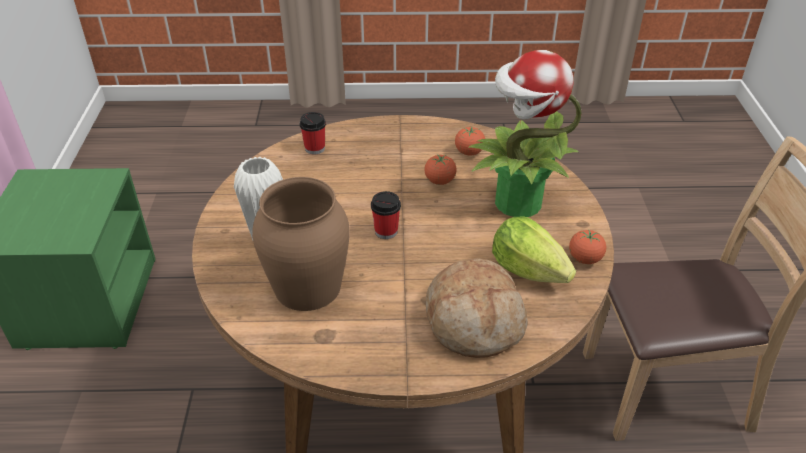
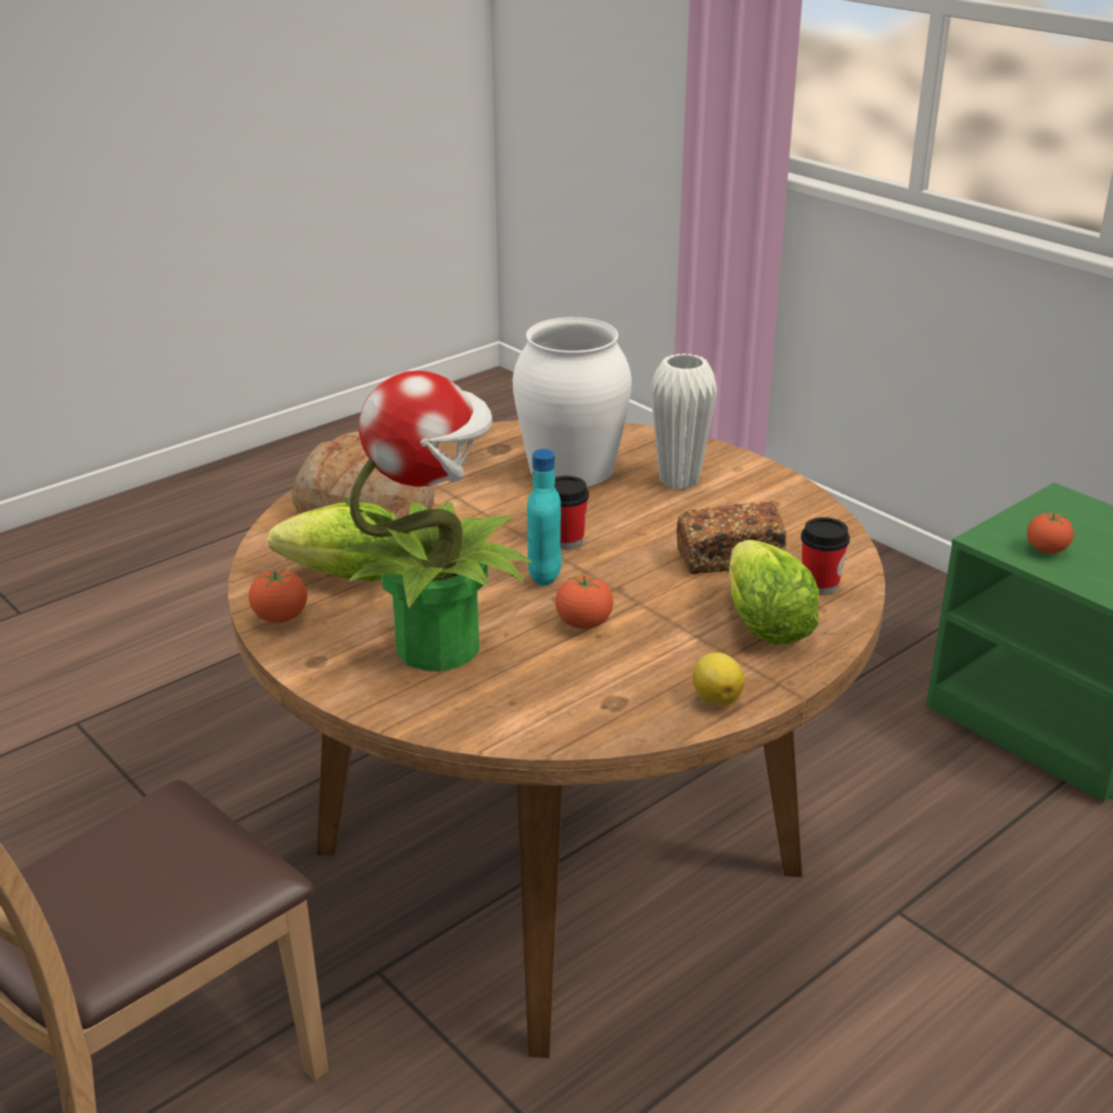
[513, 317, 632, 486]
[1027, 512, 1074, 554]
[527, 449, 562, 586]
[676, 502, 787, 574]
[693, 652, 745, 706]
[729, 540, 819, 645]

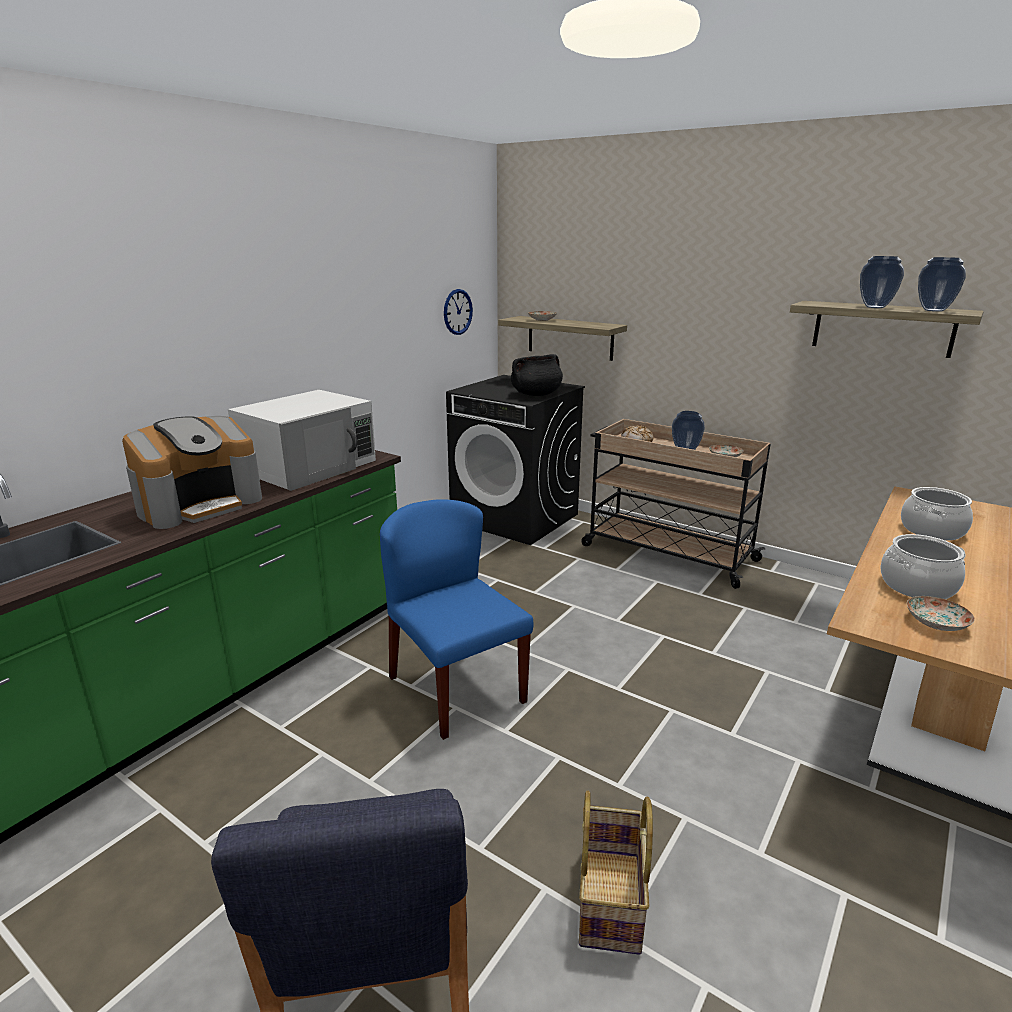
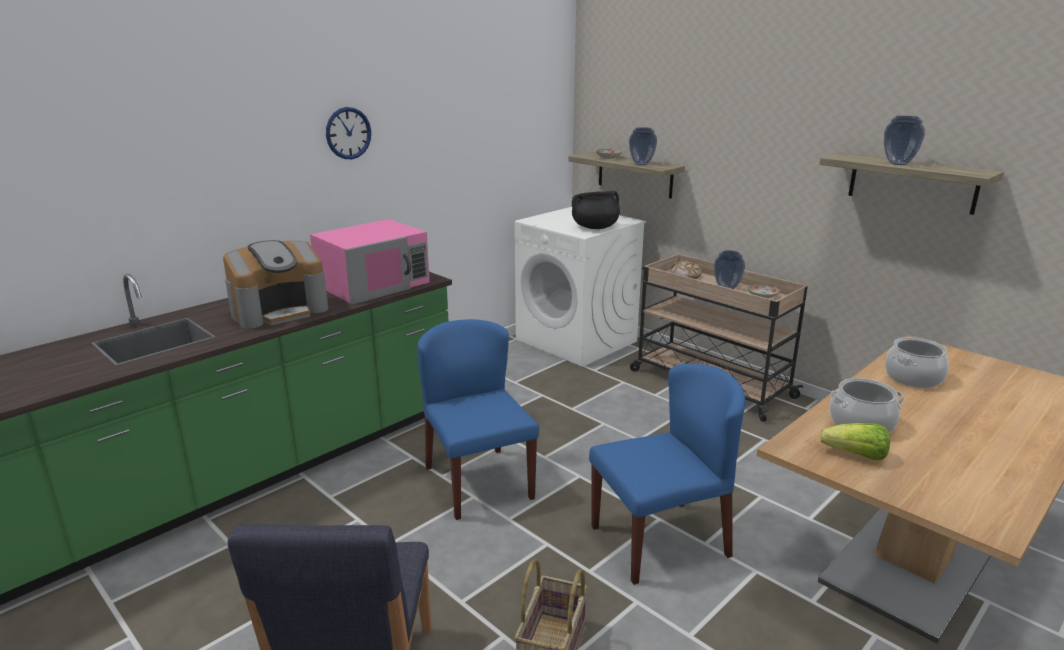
[310, 219, 430, 304]
[326, 107, 371, 159]
[515, 207, 646, 367]
[820, 423, 890, 460]
[629, 127, 657, 165]
[589, 363, 745, 585]

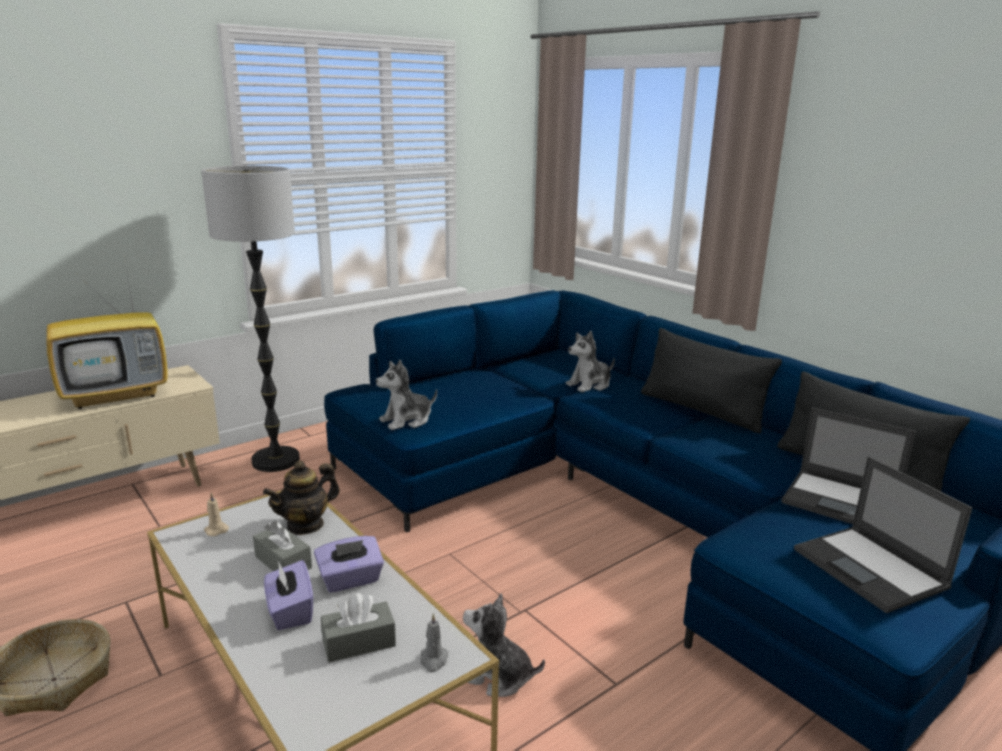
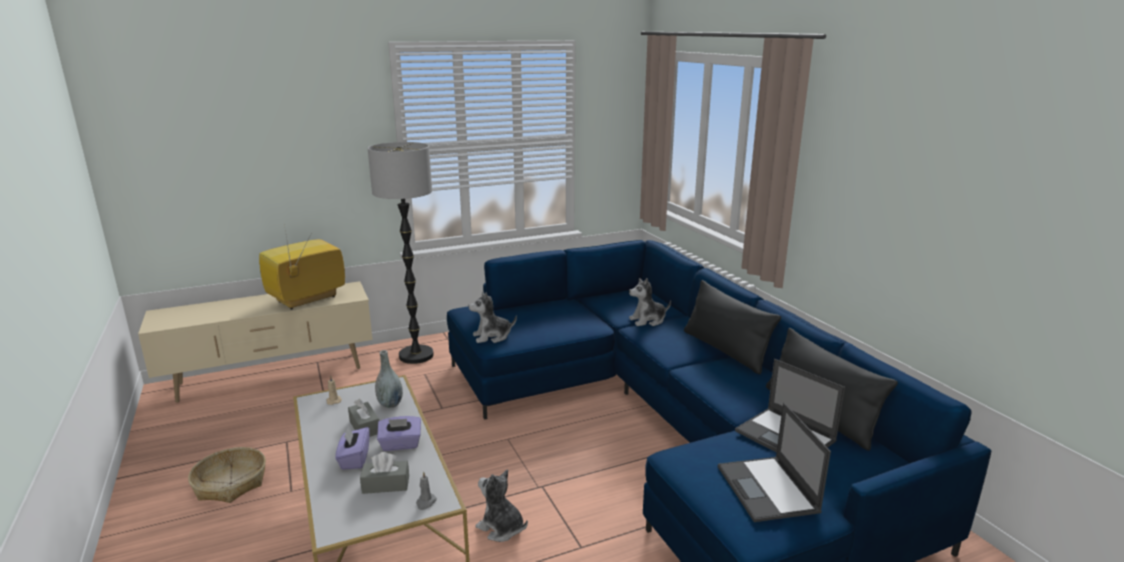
[259, 224, 345, 310]
[375, 350, 403, 408]

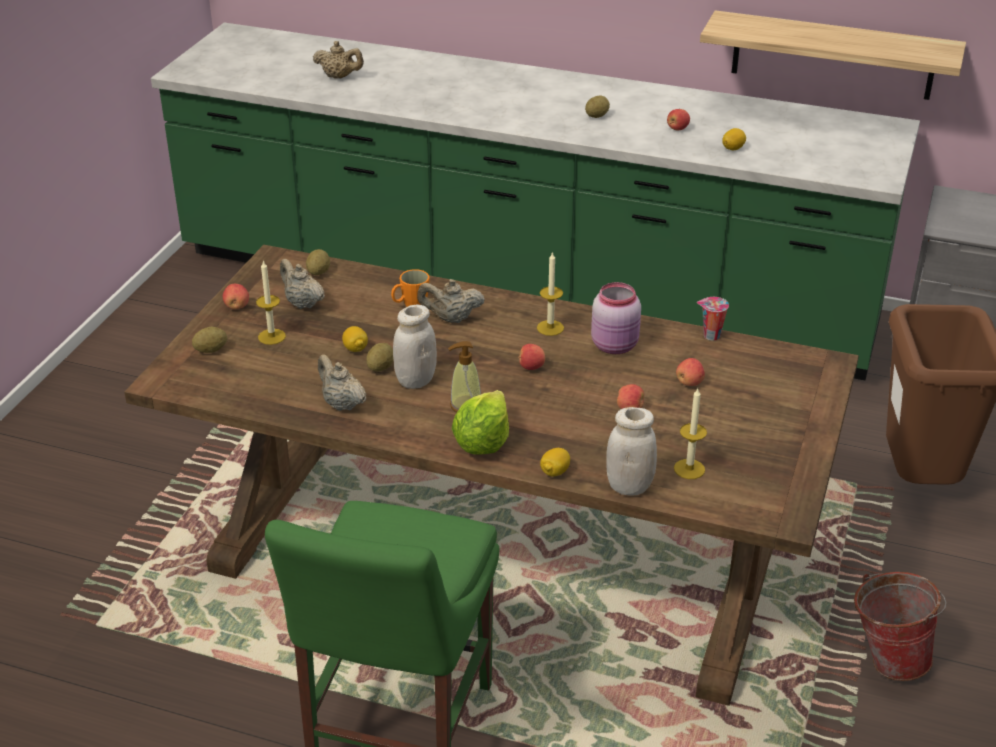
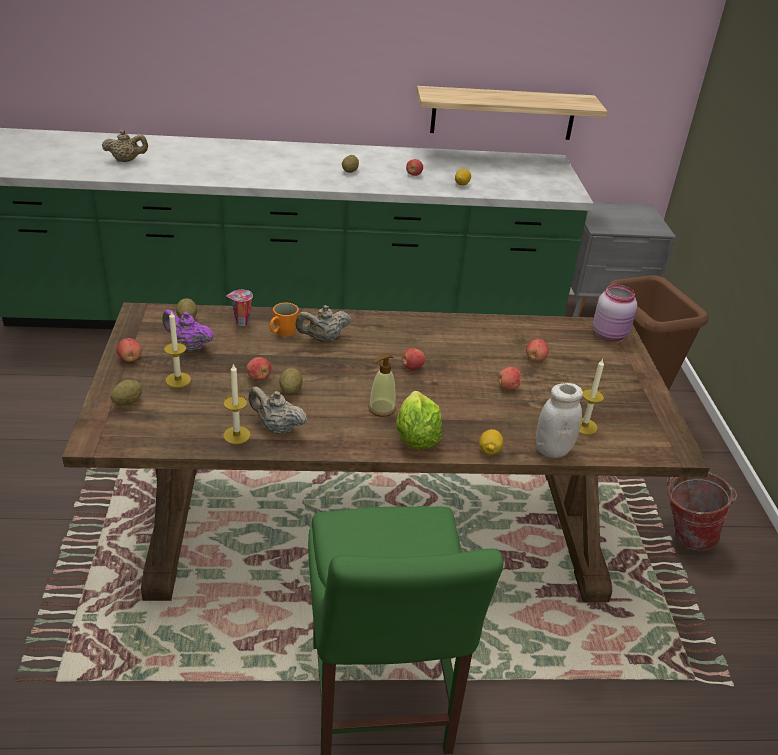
[162, 309, 214, 352]
[247, 357, 271, 381]
[393, 305, 437, 389] (first image)
[223, 364, 251, 444]
[593, 284, 637, 341]
[226, 290, 253, 326]

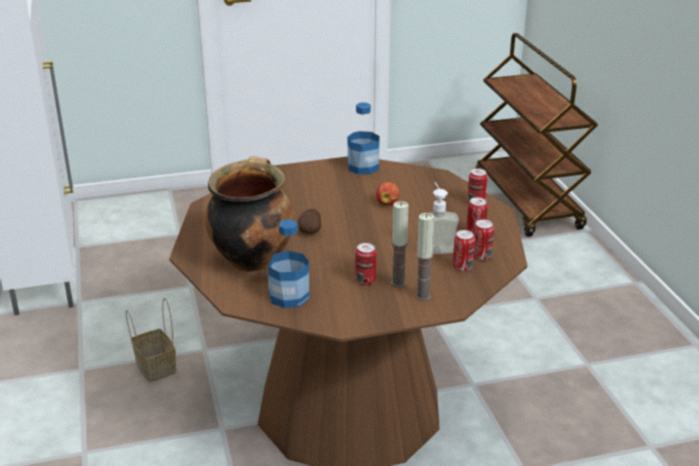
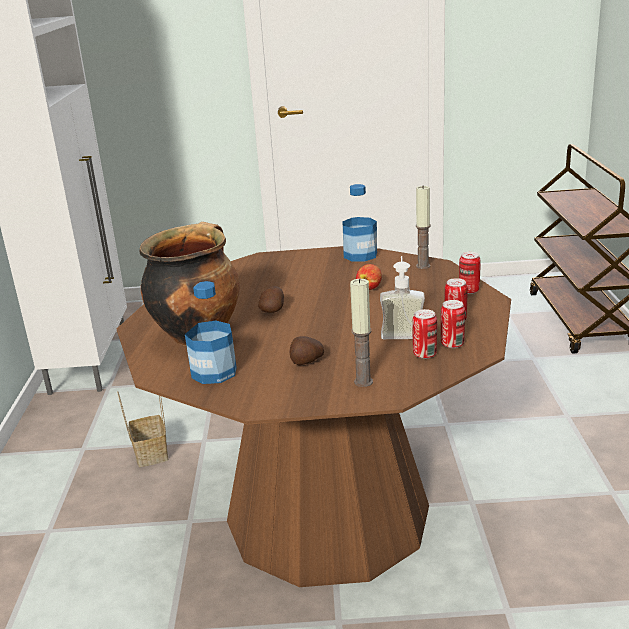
[289, 336, 324, 365]
[416, 185, 431, 269]

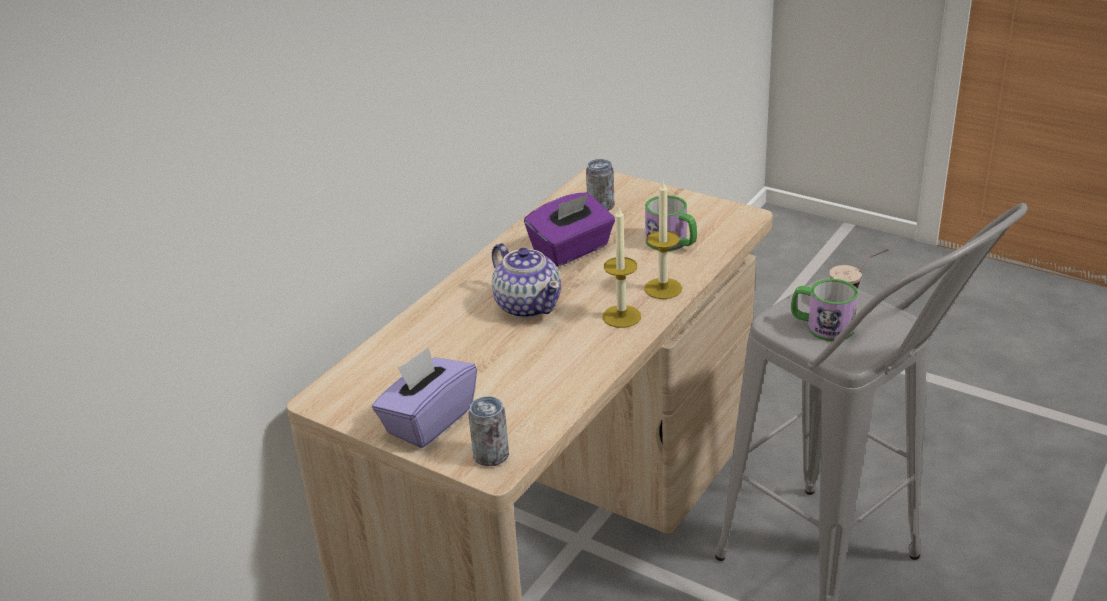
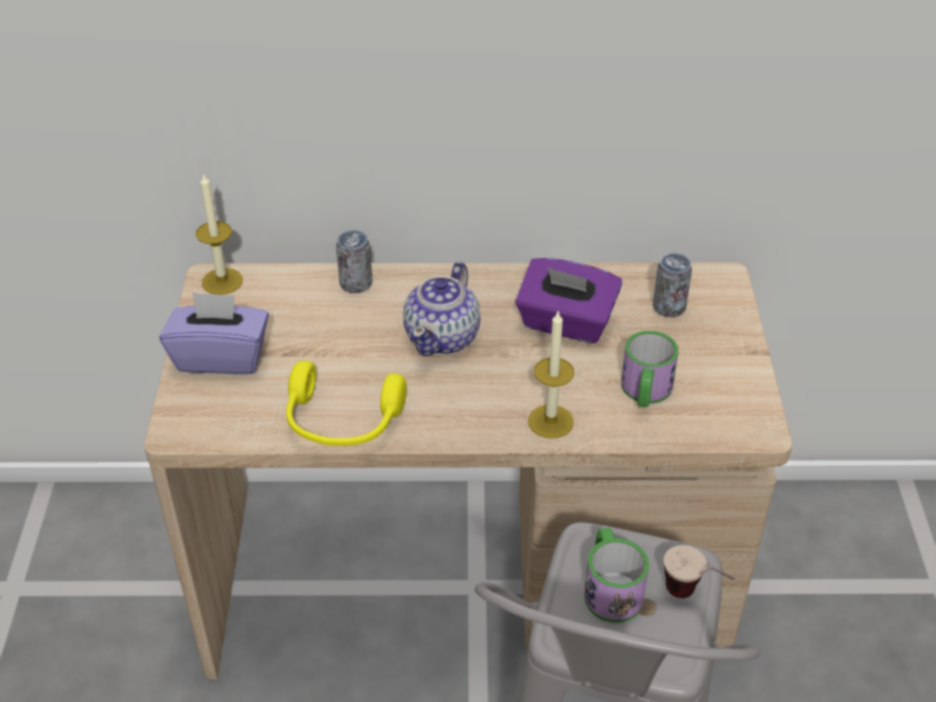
[336, 230, 373, 293]
[196, 172, 243, 295]
[286, 361, 407, 446]

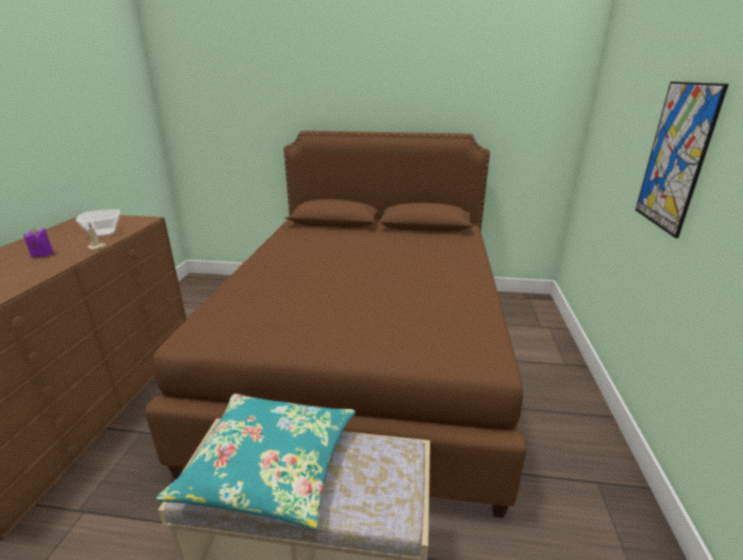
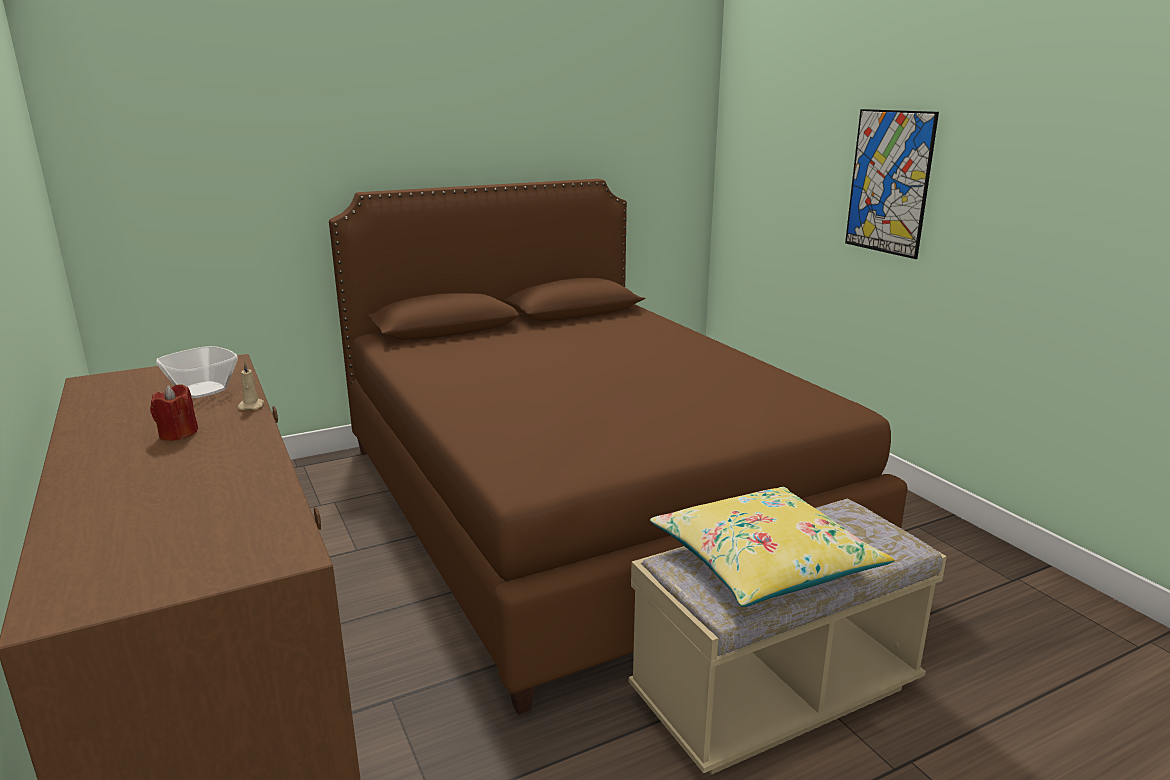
[150, 384, 198, 441]
[650, 487, 894, 607]

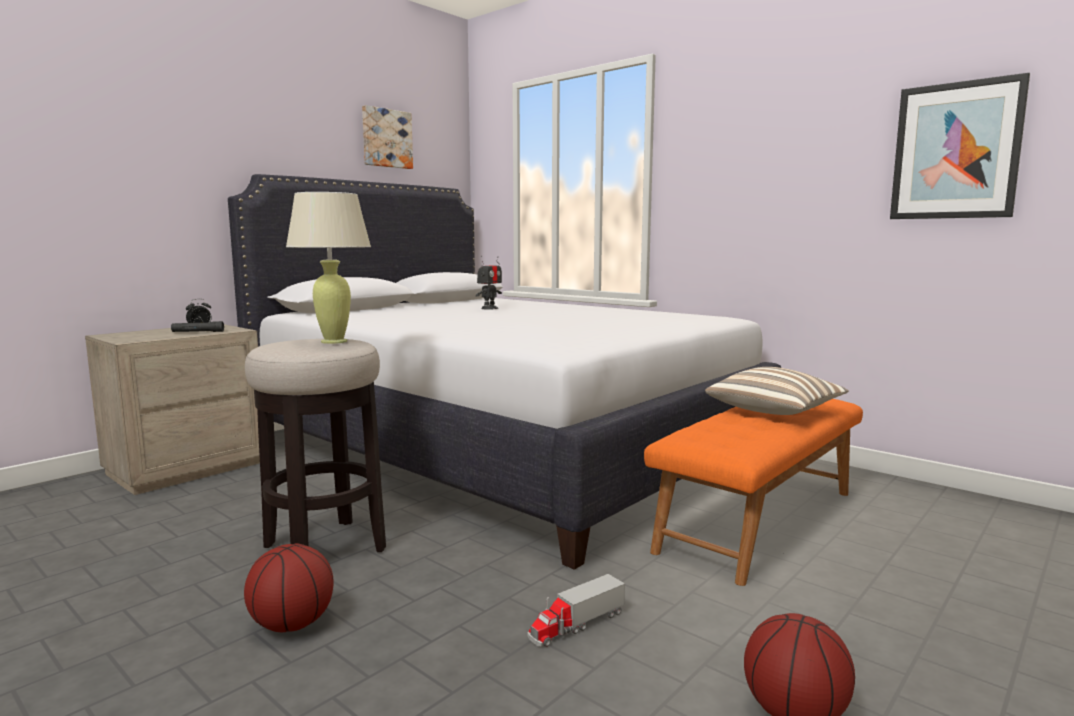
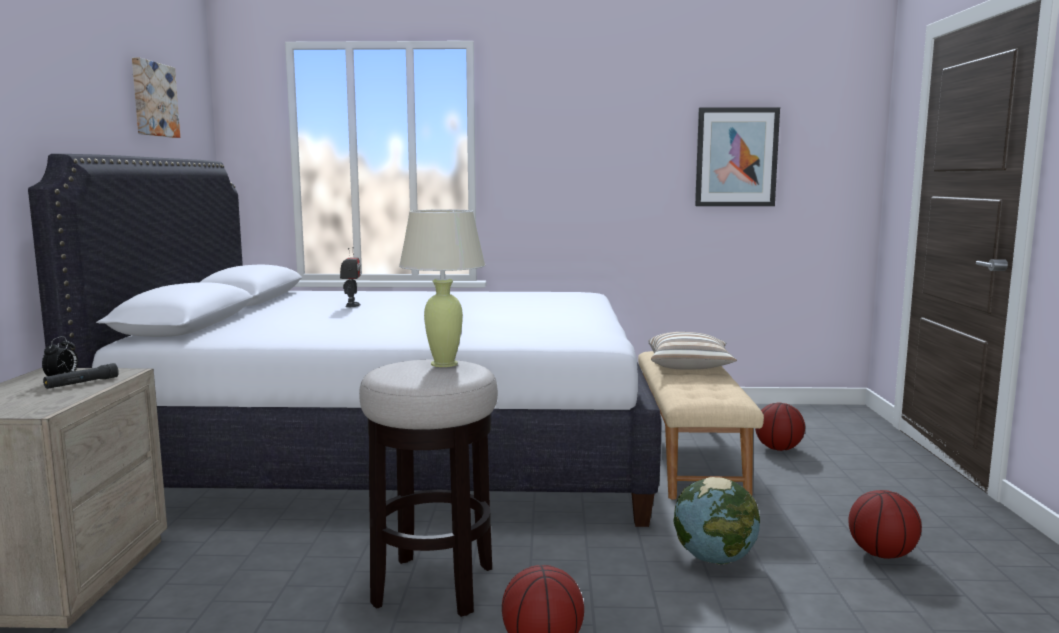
[673, 477, 760, 565]
[638, 351, 764, 499]
[755, 402, 805, 451]

